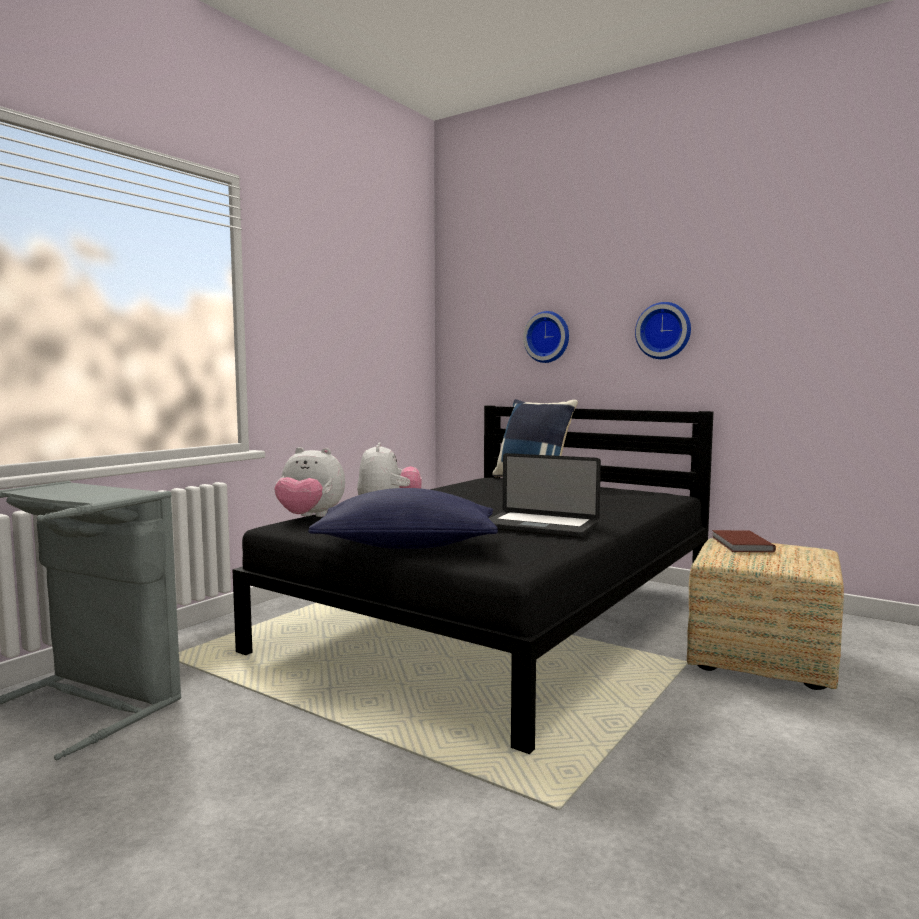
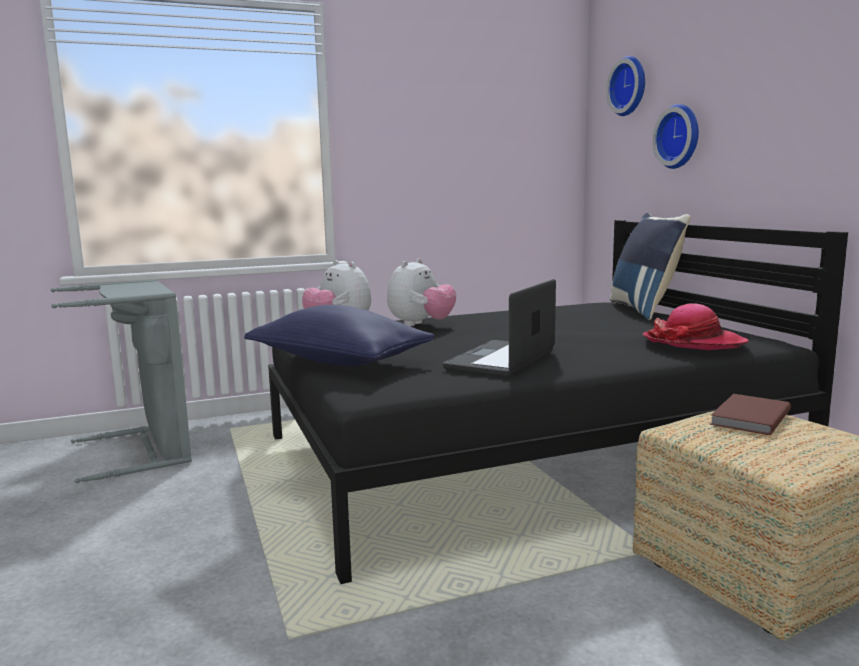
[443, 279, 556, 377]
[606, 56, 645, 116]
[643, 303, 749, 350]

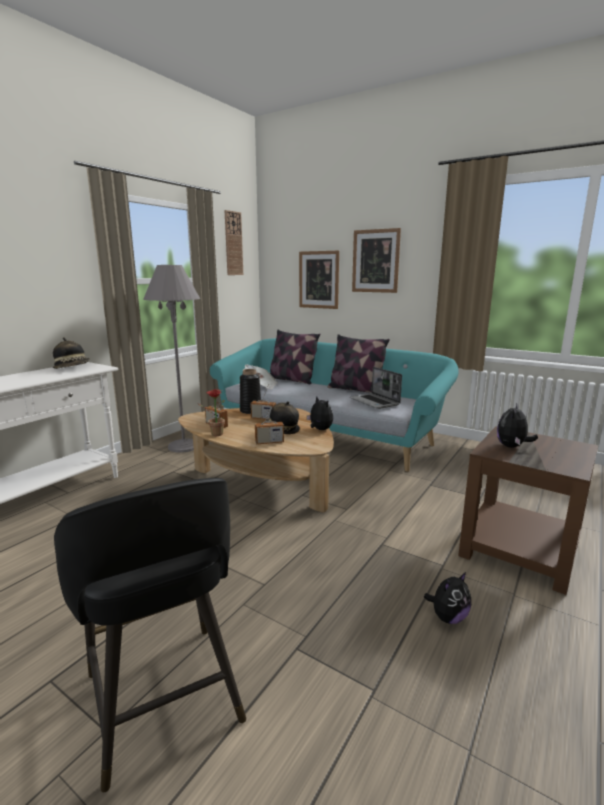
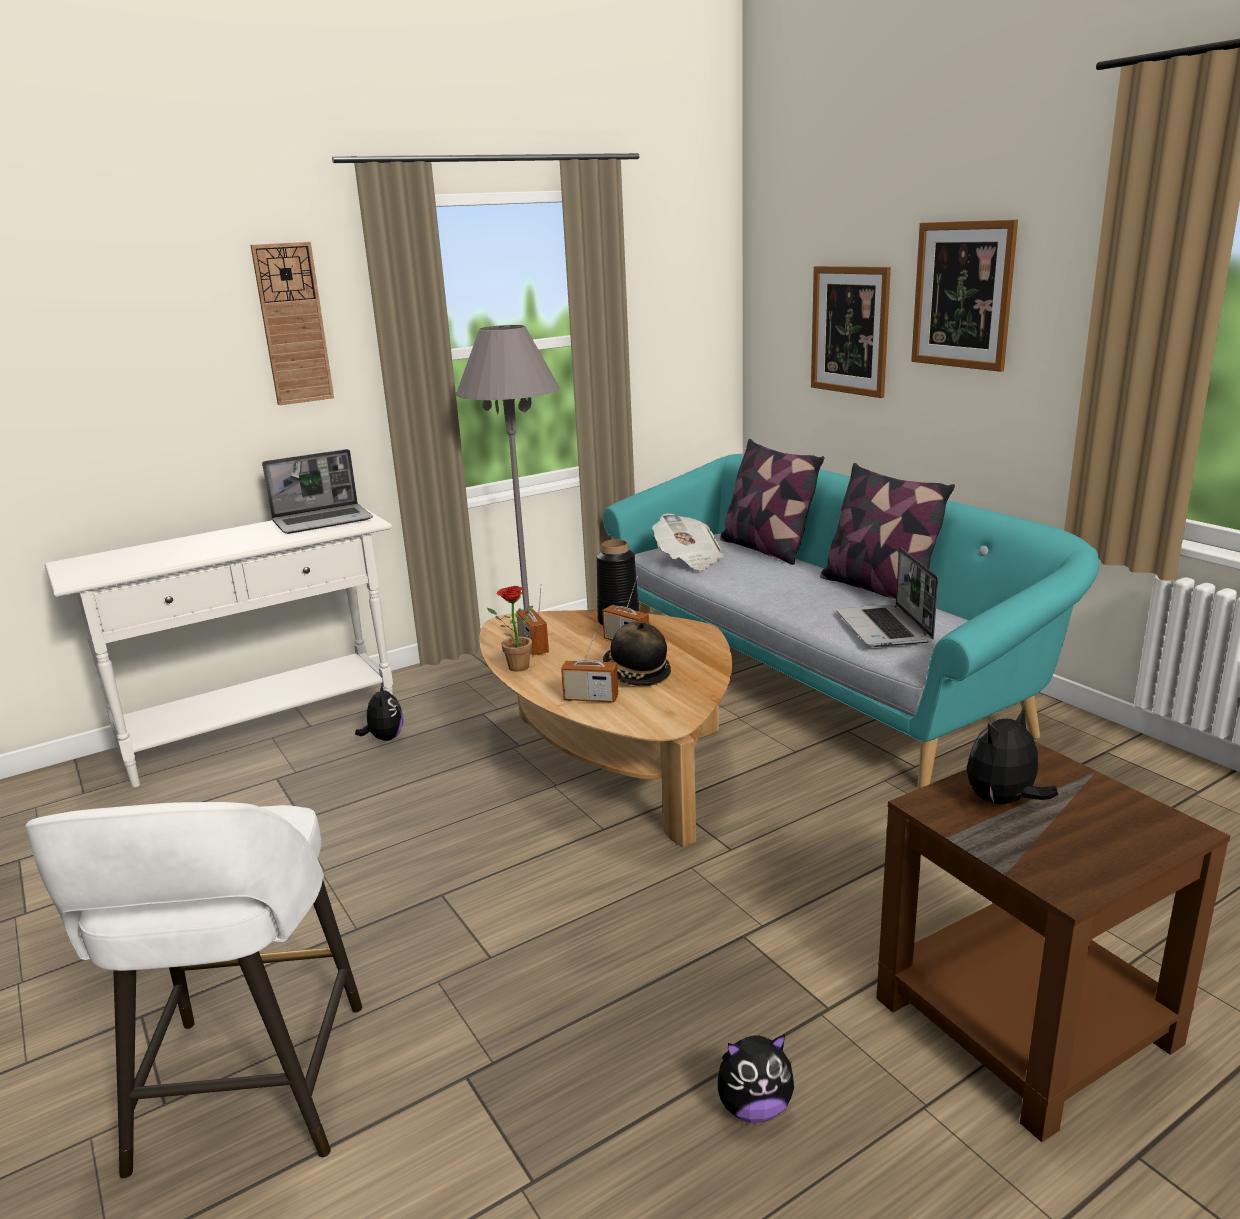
[262, 449, 373, 534]
[25, 802, 362, 1178]
[250, 242, 334, 405]
[355, 682, 404, 741]

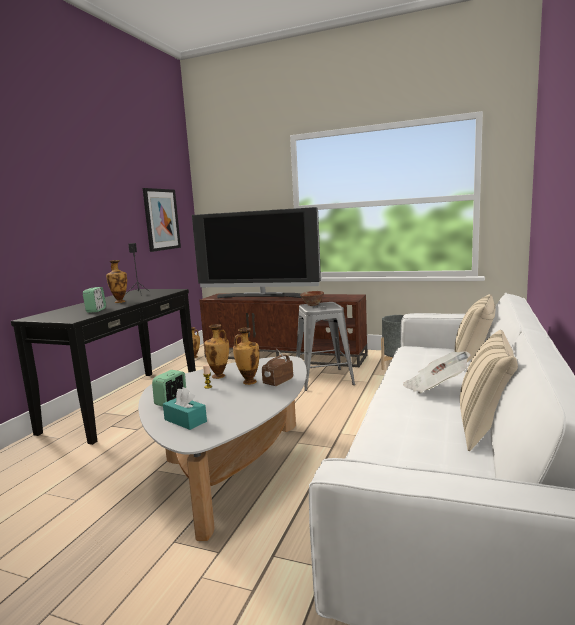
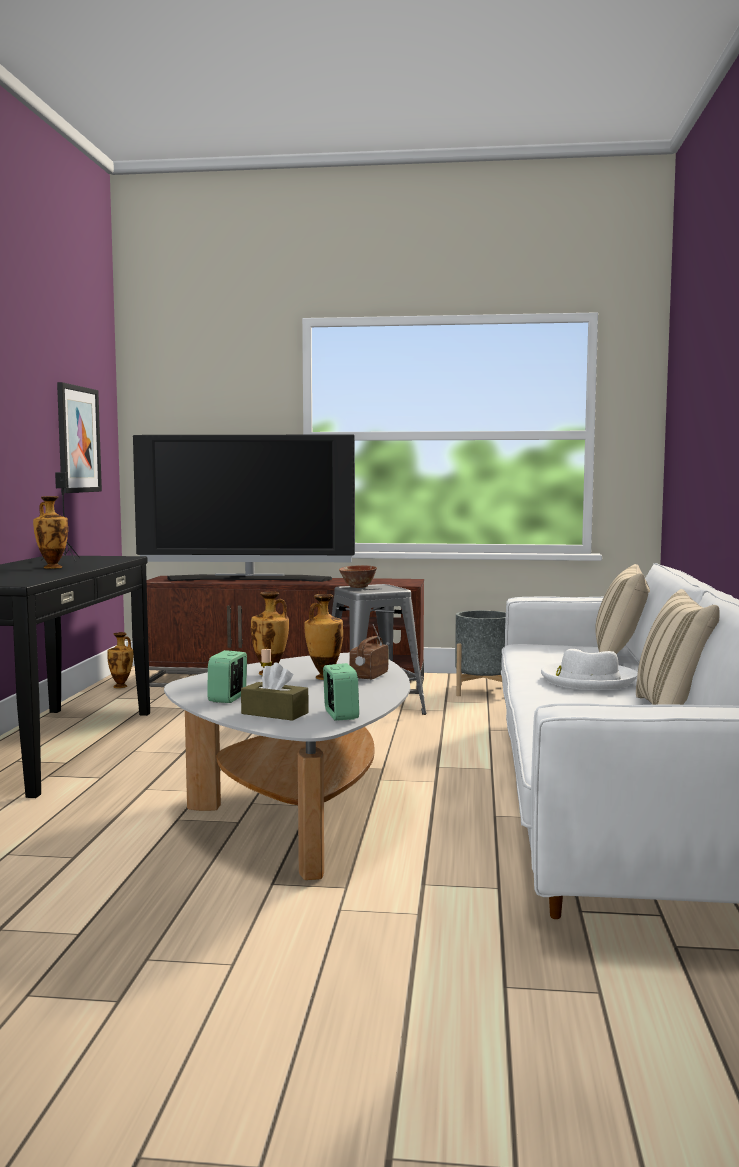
[323, 663, 359, 721]
[241, 662, 309, 721]
[541, 649, 638, 690]

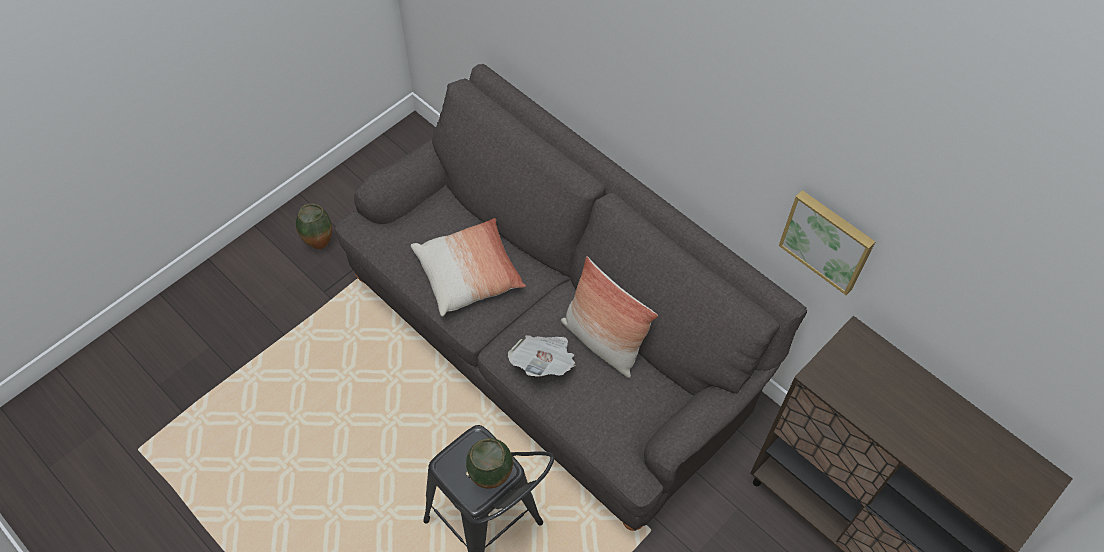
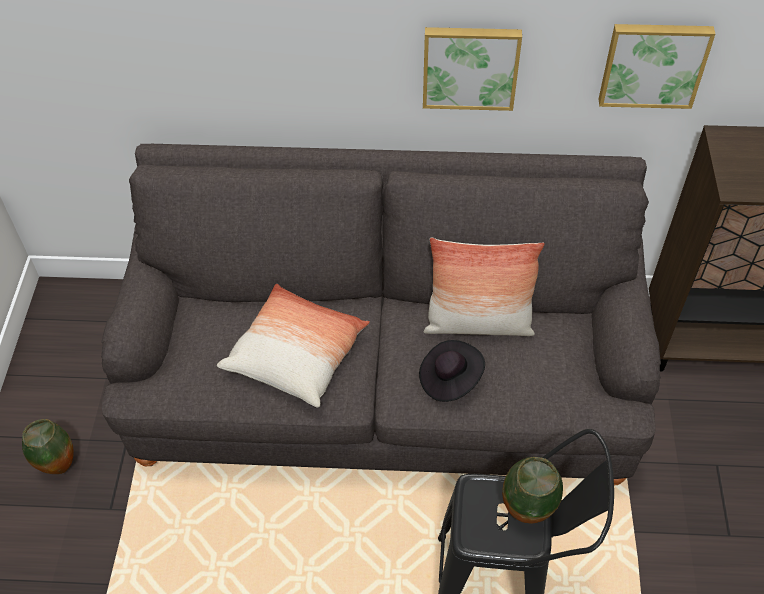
[419, 340, 485, 402]
[423, 27, 522, 111]

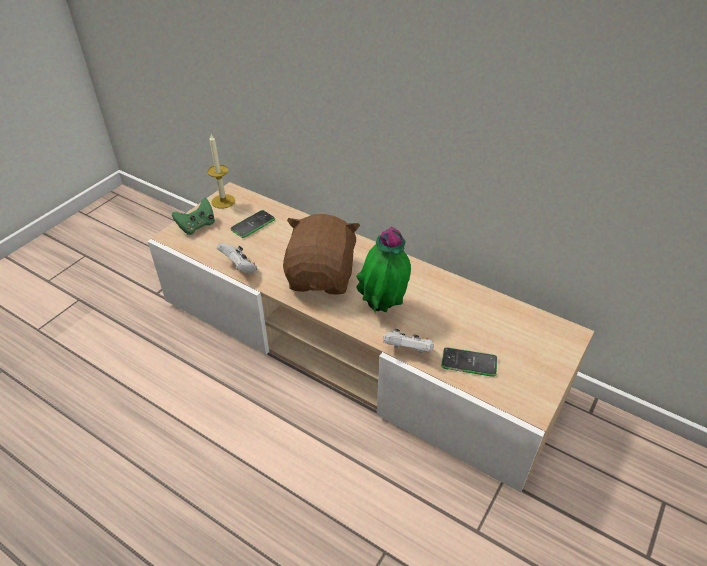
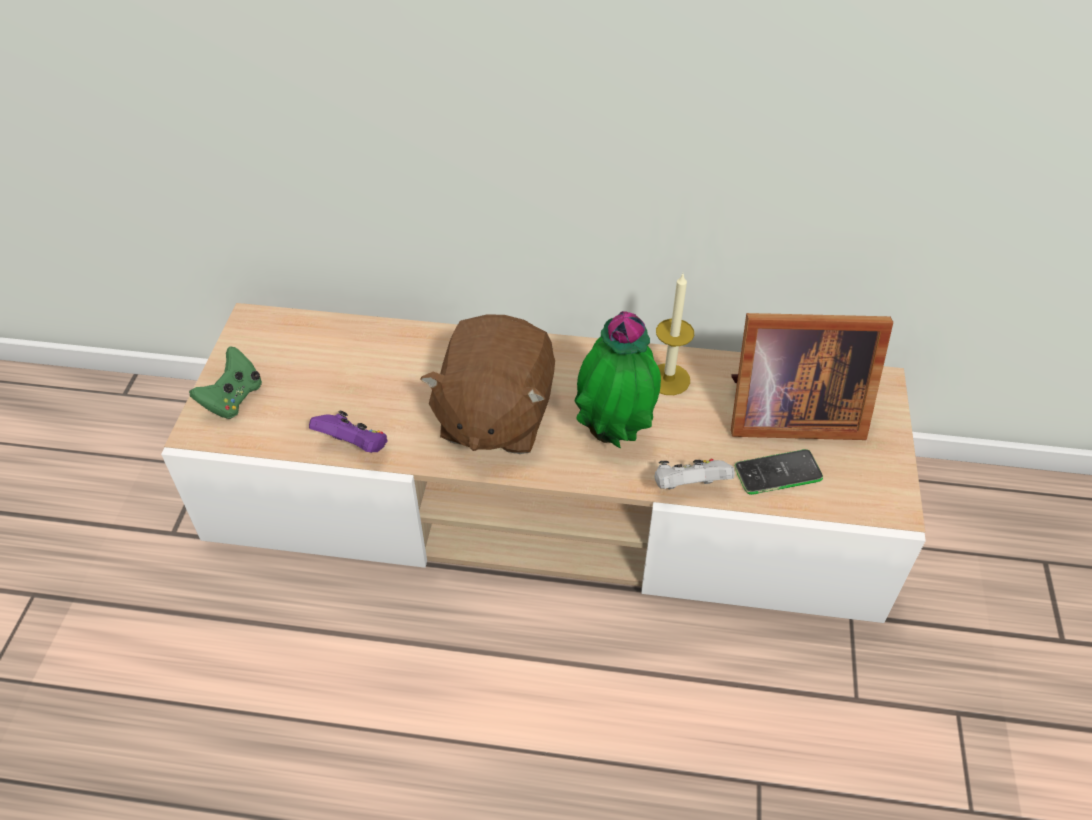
[656, 274, 694, 395]
[309, 410, 388, 453]
[230, 210, 275, 238] (first image)
[420, 314, 555, 454]
[731, 313, 893, 440]

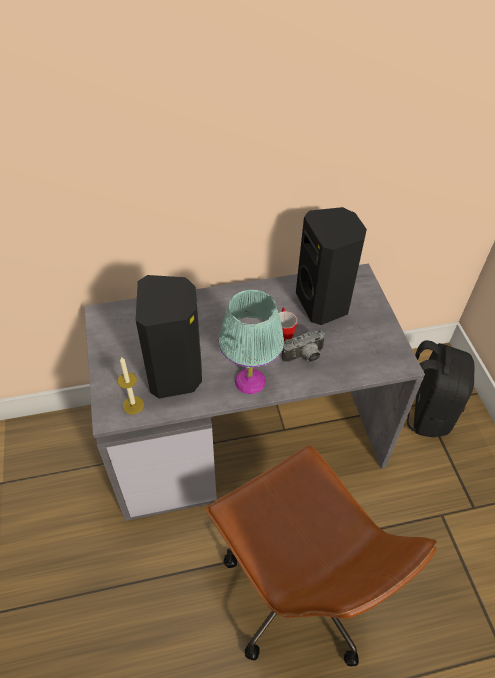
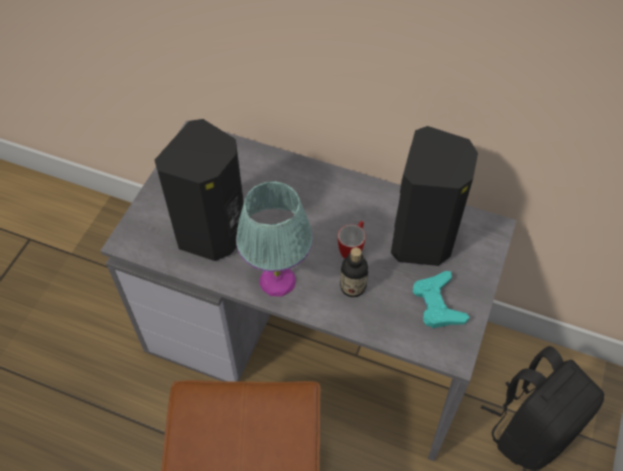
[118, 357, 144, 415] (first image)
[340, 247, 368, 297]
[413, 271, 470, 328]

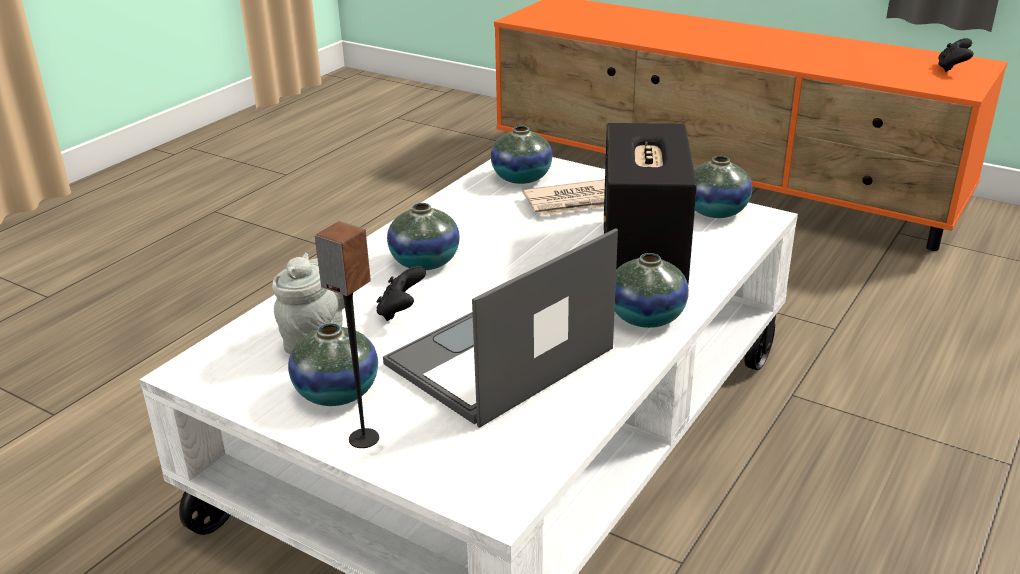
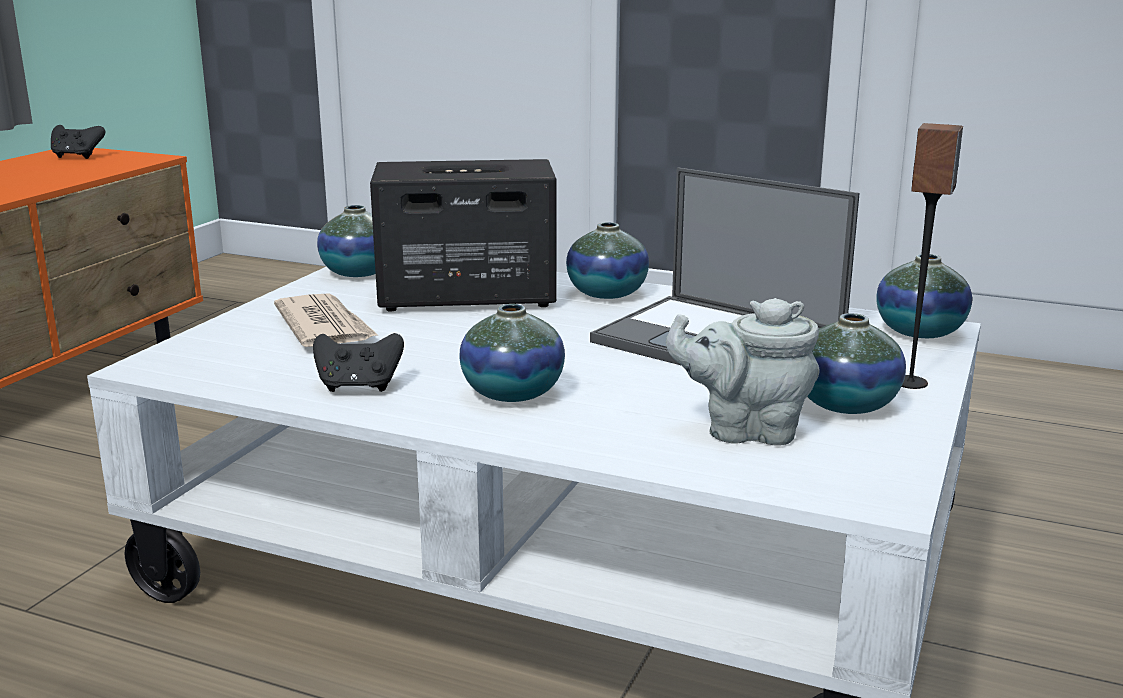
[313, 333, 404, 392]
[877, 254, 972, 338]

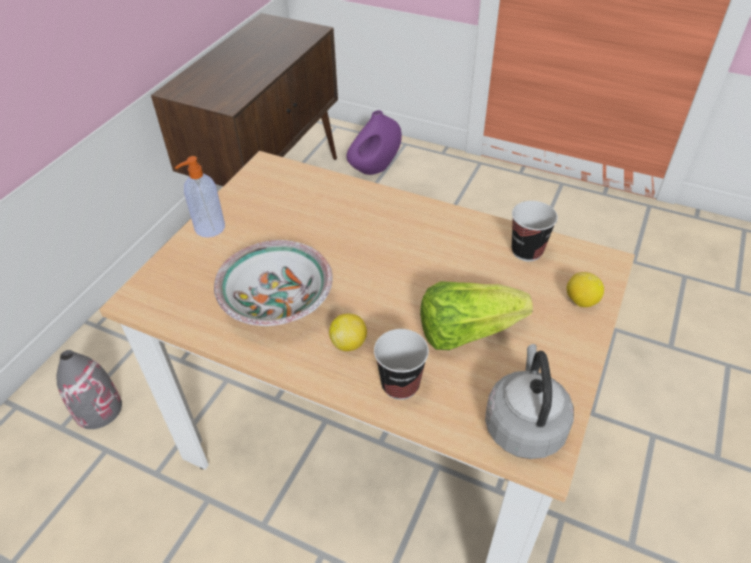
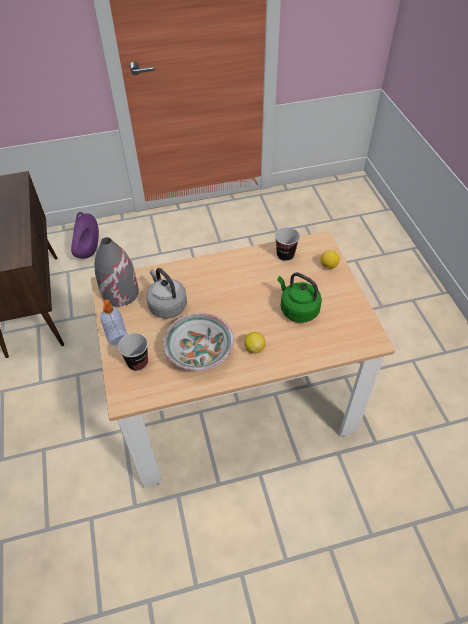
[94, 237, 139, 307]
[118, 333, 148, 371]
[277, 273, 322, 323]
[146, 268, 187, 318]

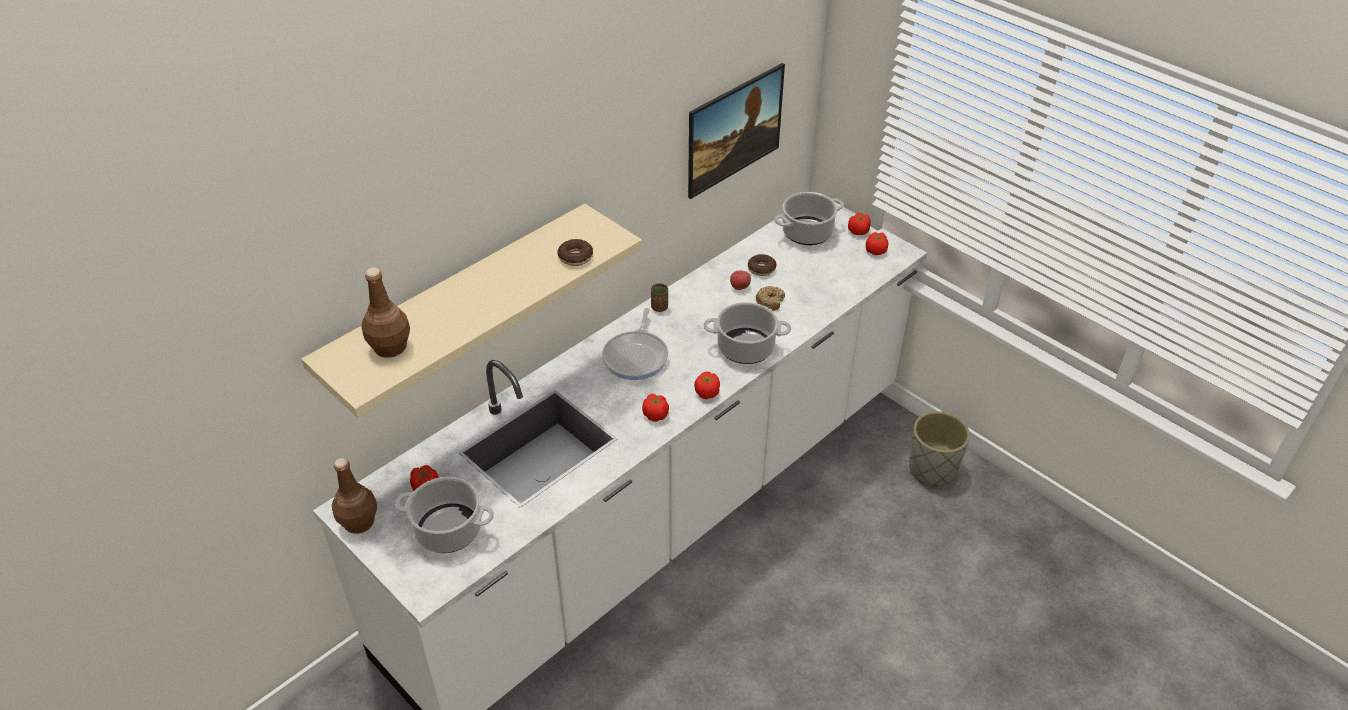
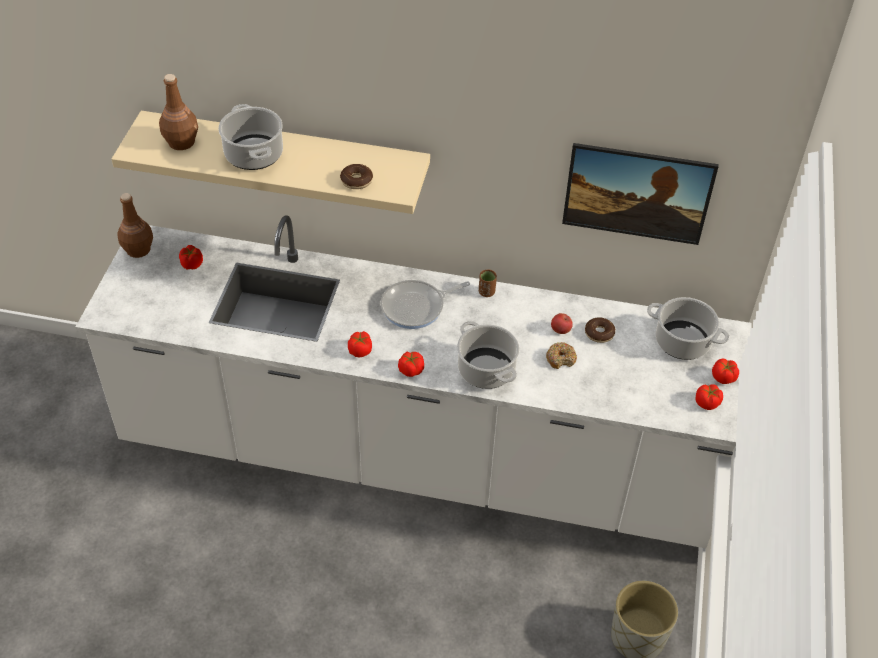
[218, 104, 283, 170]

